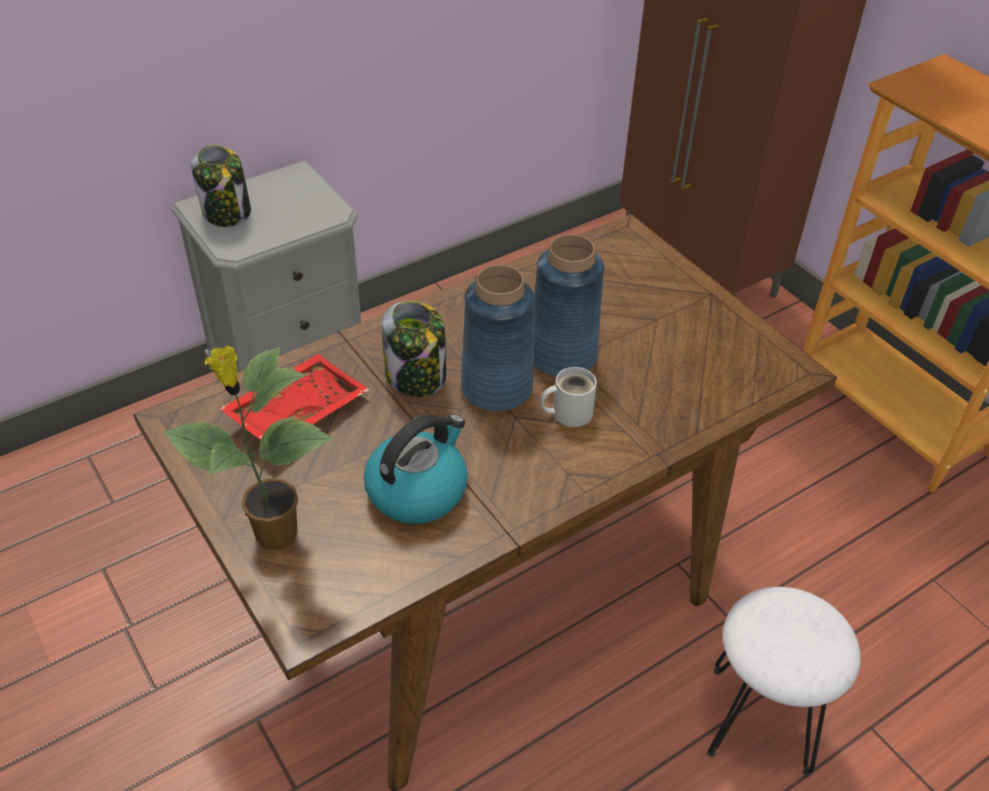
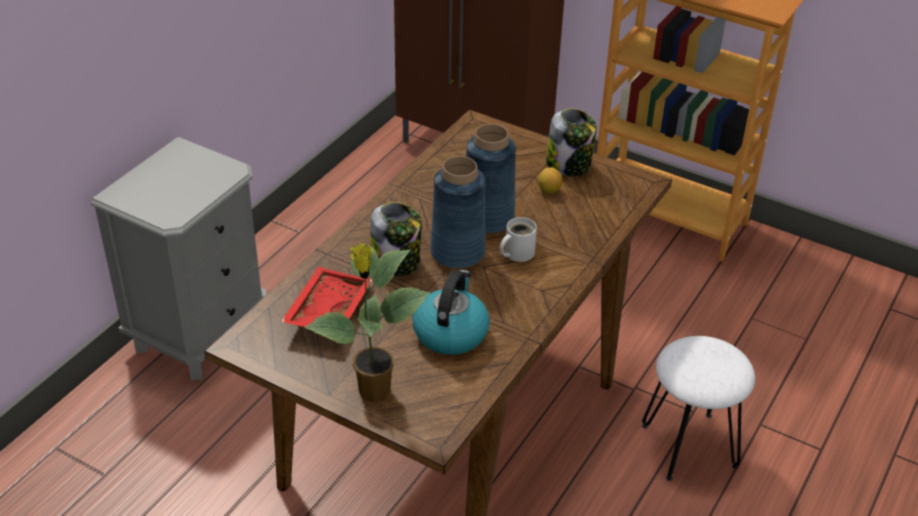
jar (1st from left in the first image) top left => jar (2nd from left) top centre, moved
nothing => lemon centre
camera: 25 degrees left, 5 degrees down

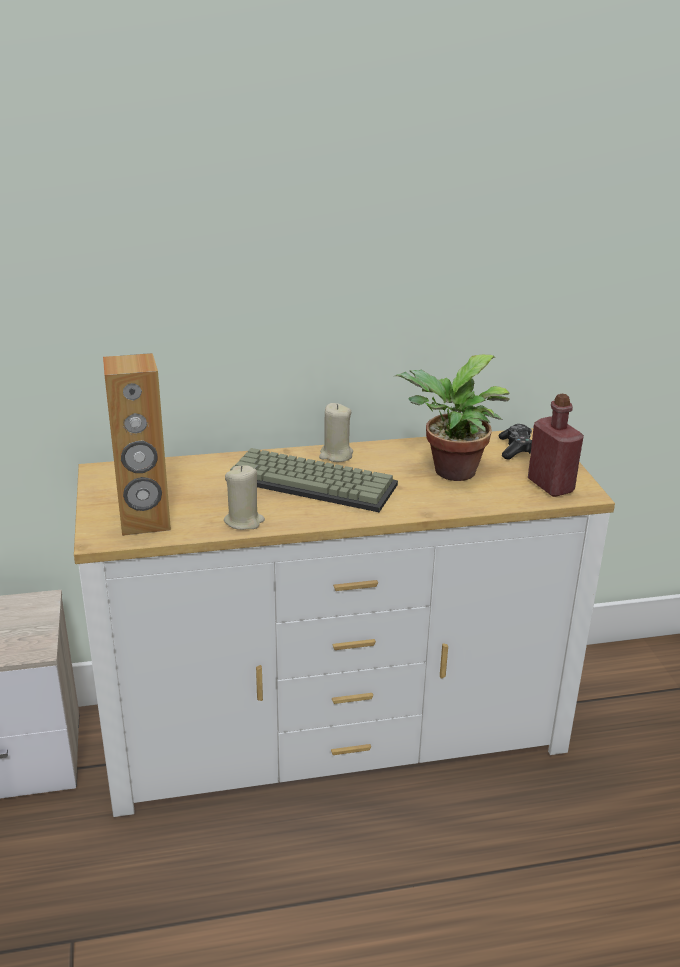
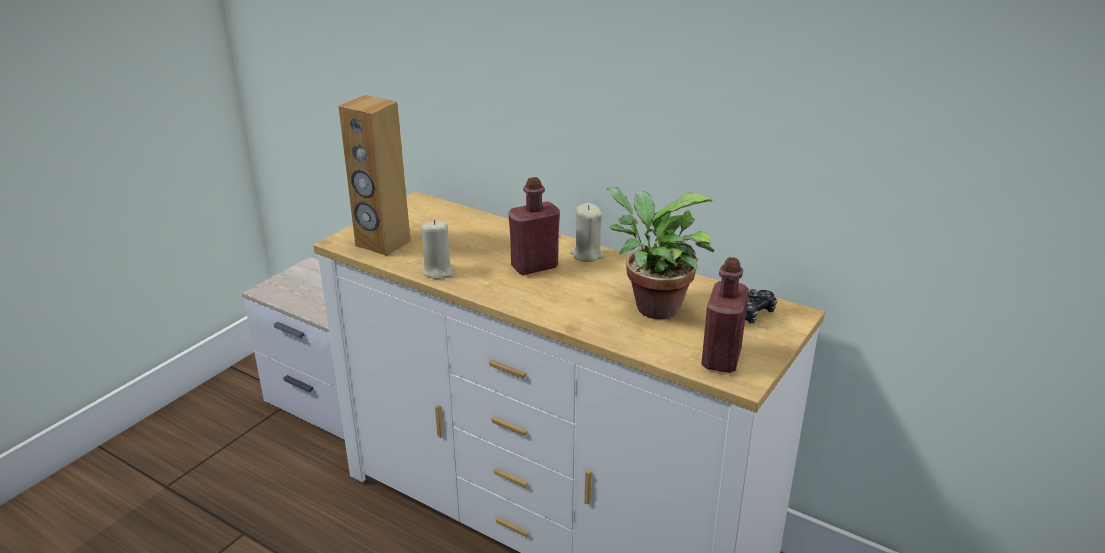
keyboard centre => bottle (red) (1st from left) centre
camera: 45 degrees right, 0 degrees up

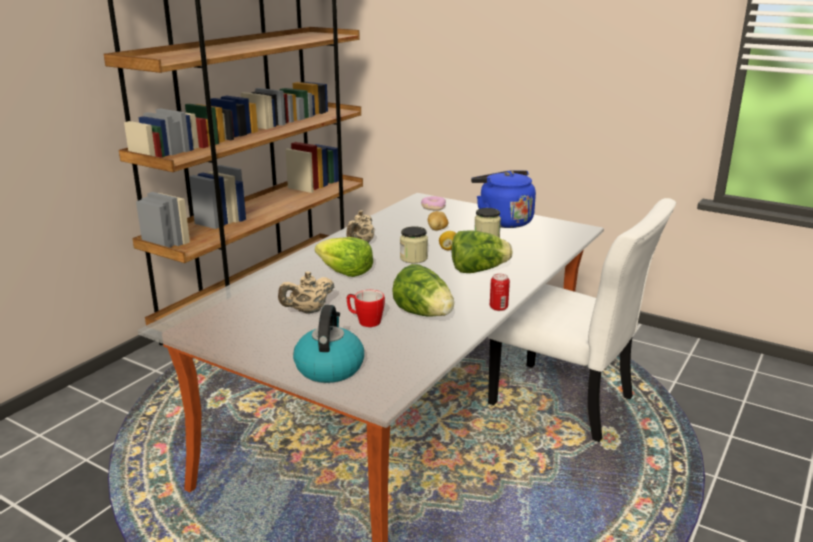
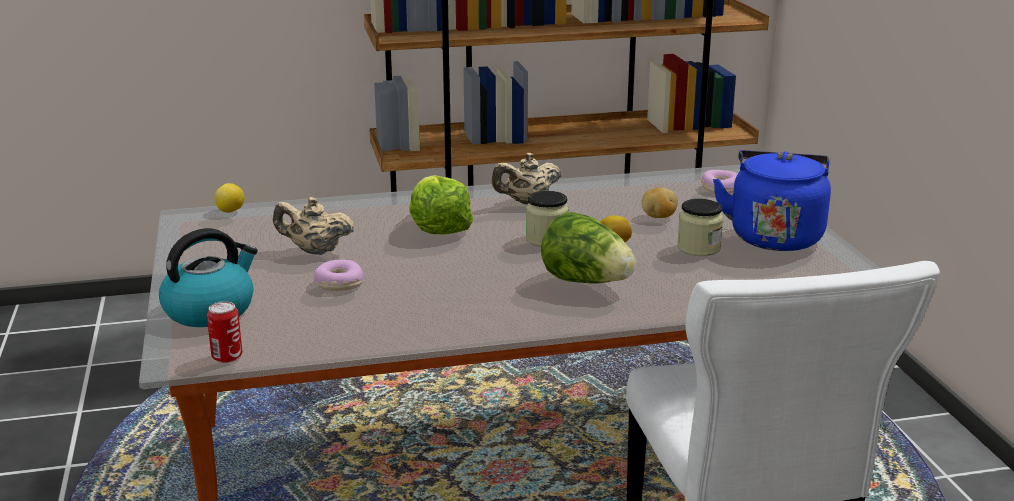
mug centre => donut (1st from left) centre
lettuce (2nd from left) centre => nothing
can centre => can middle left, moved
nothing => lemon (1st from left) middle left
camera: 45 degrees right, 0 degrees up

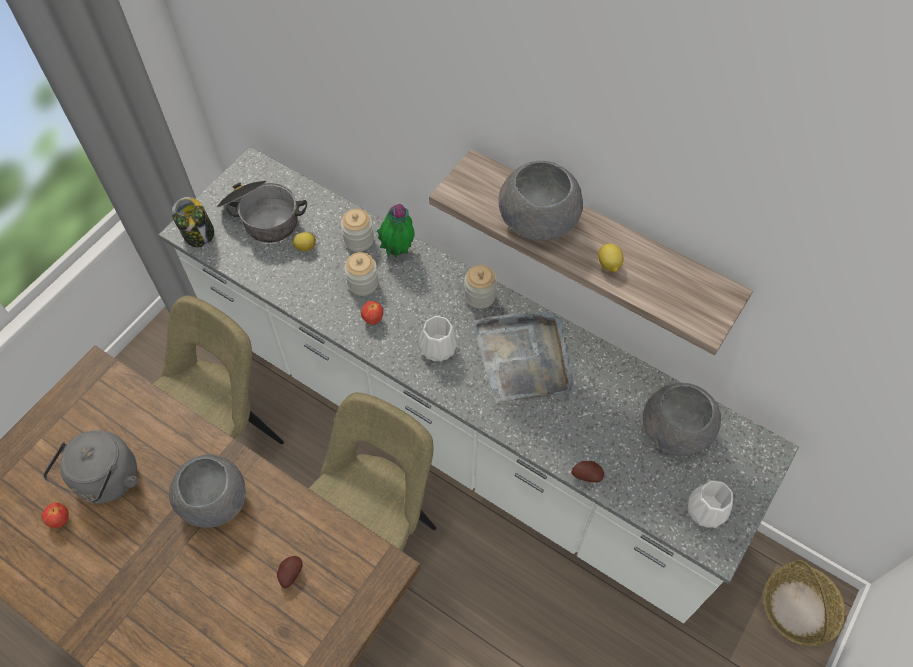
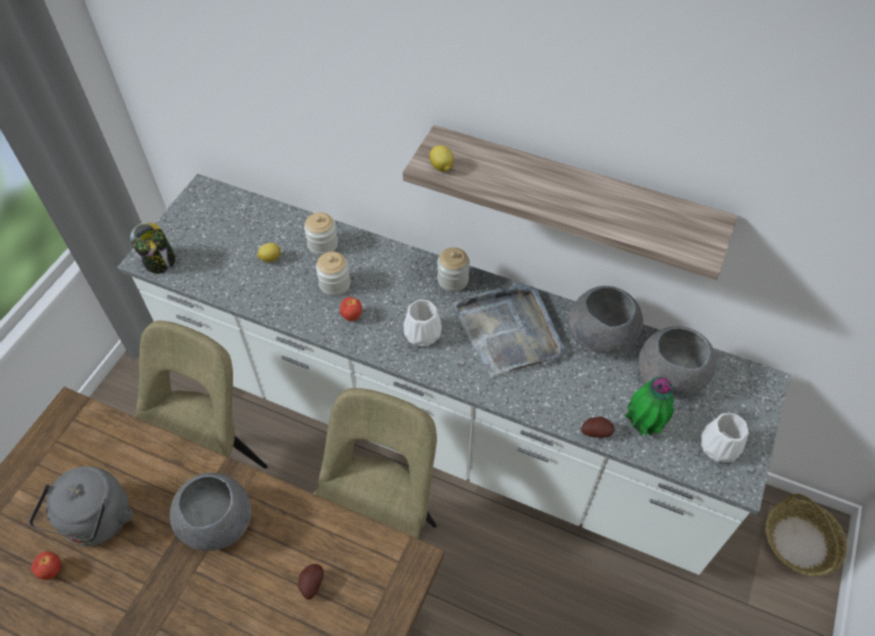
cooking pot top left => nothing
potted plant centre => potted plant middle right, moved
bowl (grey) (2nd from left) top centre => bowl (grey) (2nd from left) middle right, moved
lemon (2nd from left) middle right => lemon (2nd from left) top centre, moved
camera: 10 degrees left, 5 degrees down

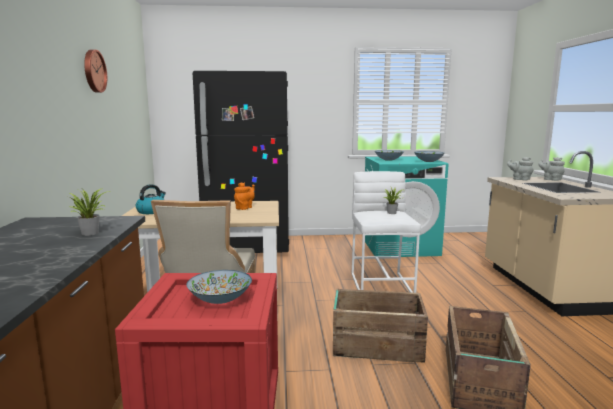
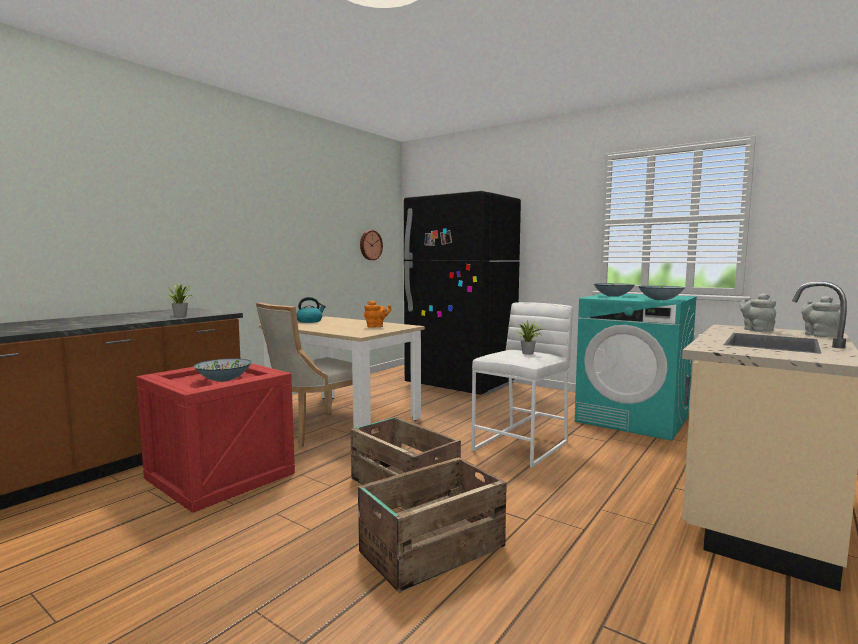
wall clock top left => wall clock centre, moved
camera: 40 degrees right, 5 degrees down

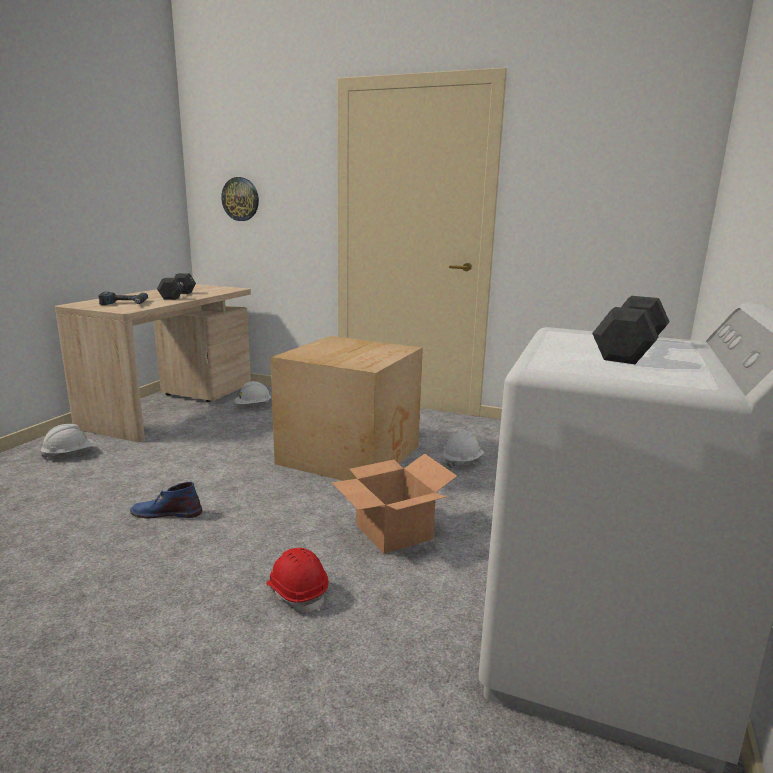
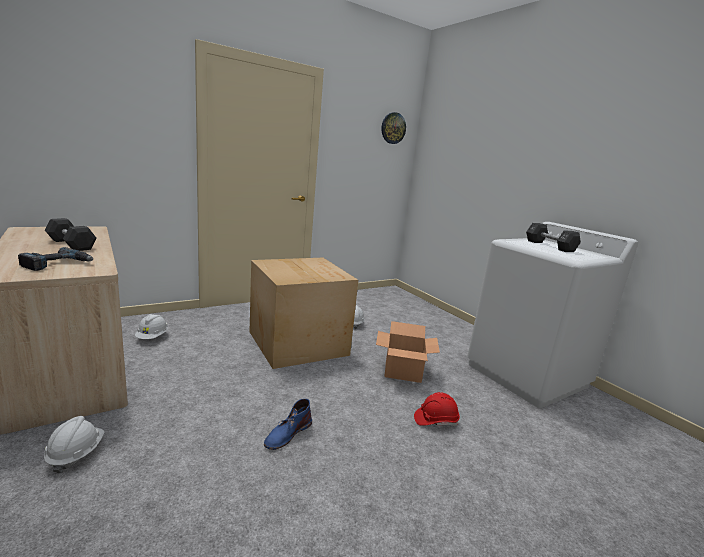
wall clock top left => wall clock top centre, moved
camera: 55 degrees left, 0 degrees up

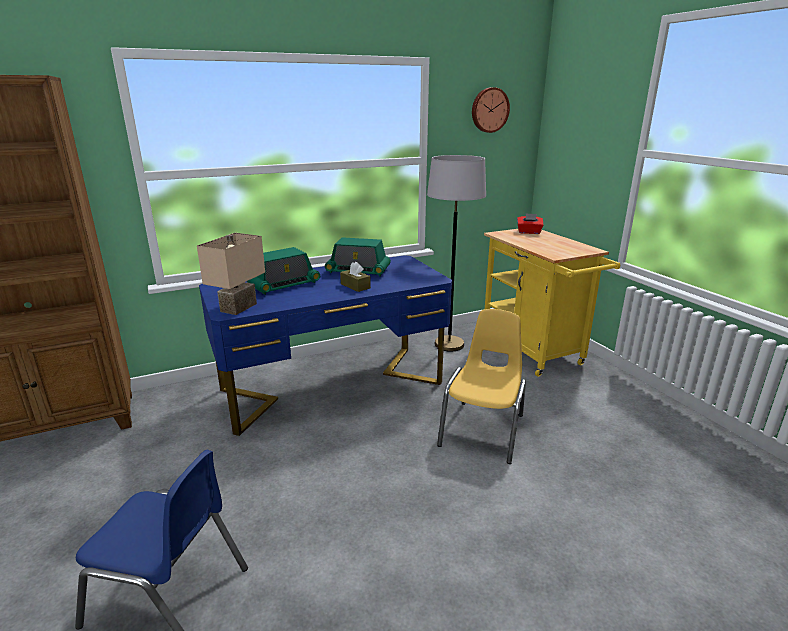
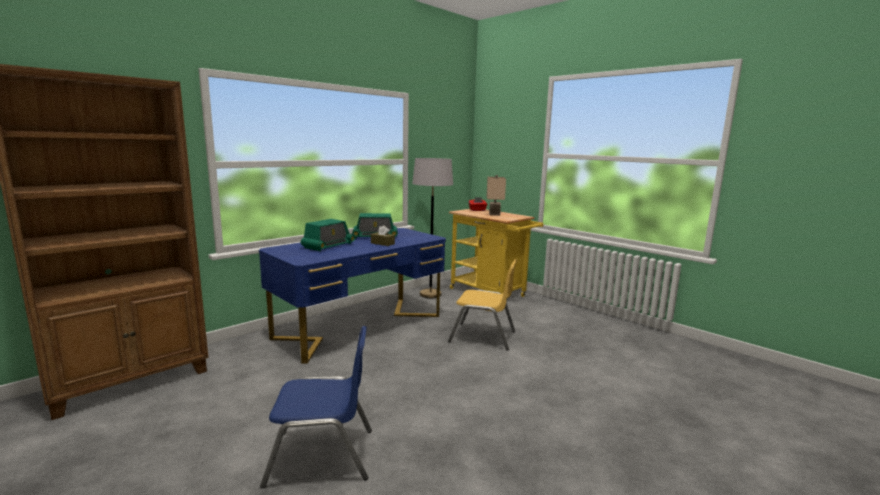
table lamp (beige) middle left => table lamp (beige) centre, moved
chair (yellow) centre, 105 degrees clockwise
wall clock top centre => nothing
camera: 20 degrees left, 10 degrees down

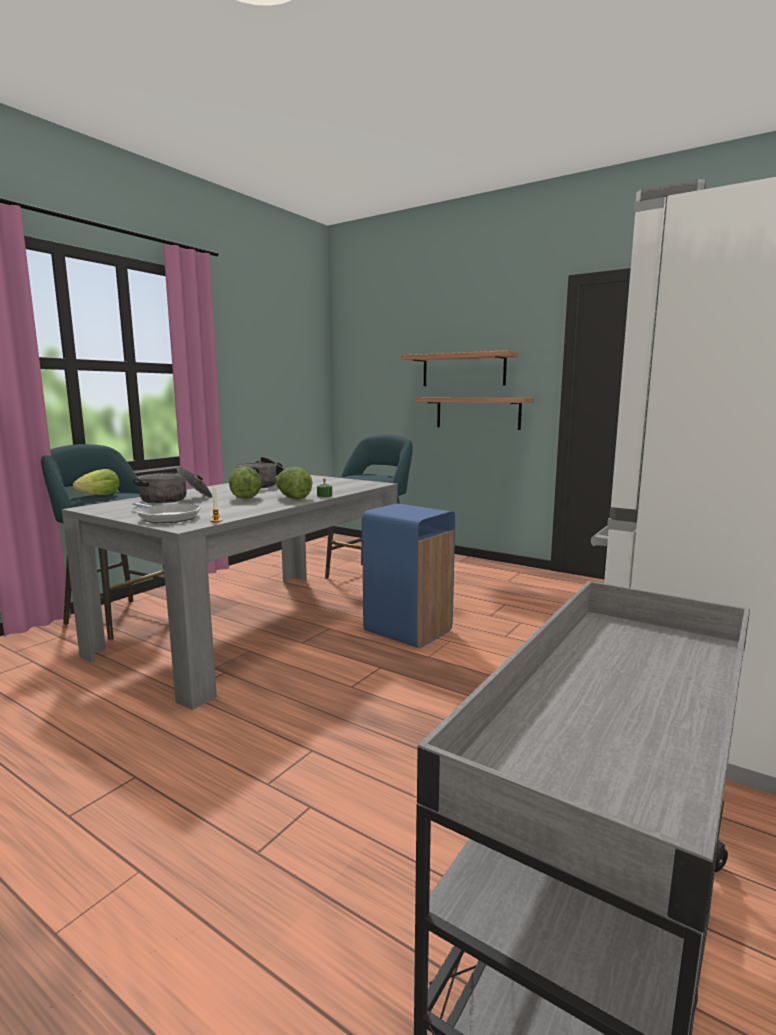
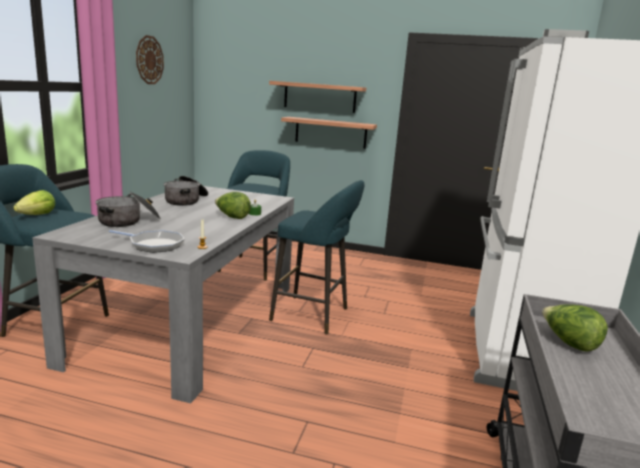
lettuce (2nd from left in the first image) middle left => lettuce (3rd from left) bottom right, moved
trash can (blue) centre => stool (turquoise) (3rd from left) centre
nothing => wall clock top left
camera: 20 degrees left, 5 degrees up

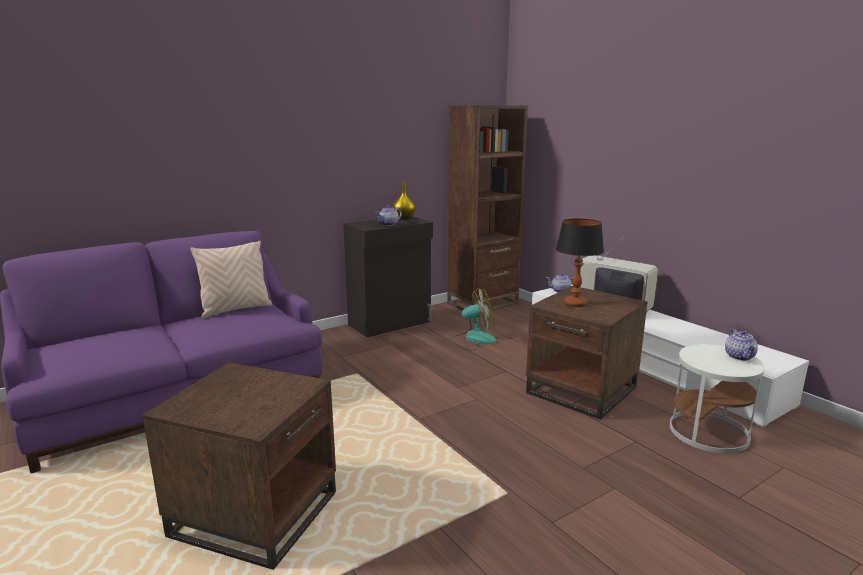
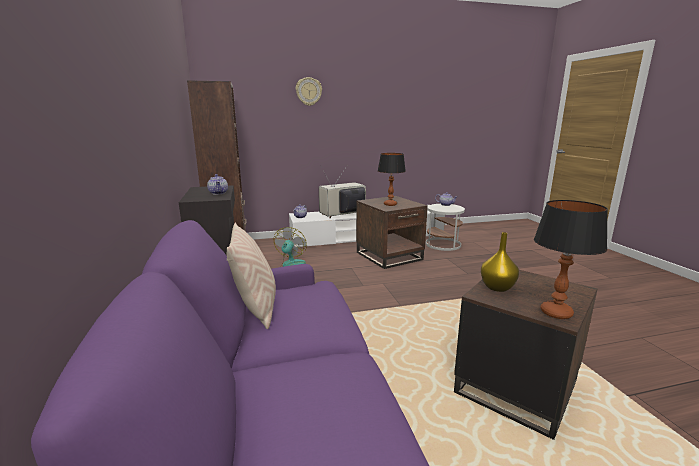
vase (yellow) centre => vase (yellow) middle right, moved
nothing => wall clock top centre
nothing => table lamp (2nd from left) middle right
camera: 70 degrees left, 0 degrees up

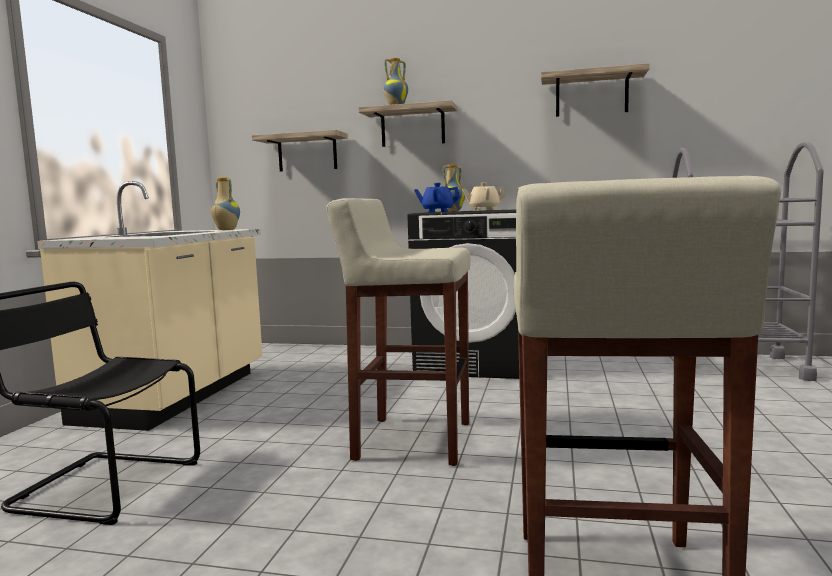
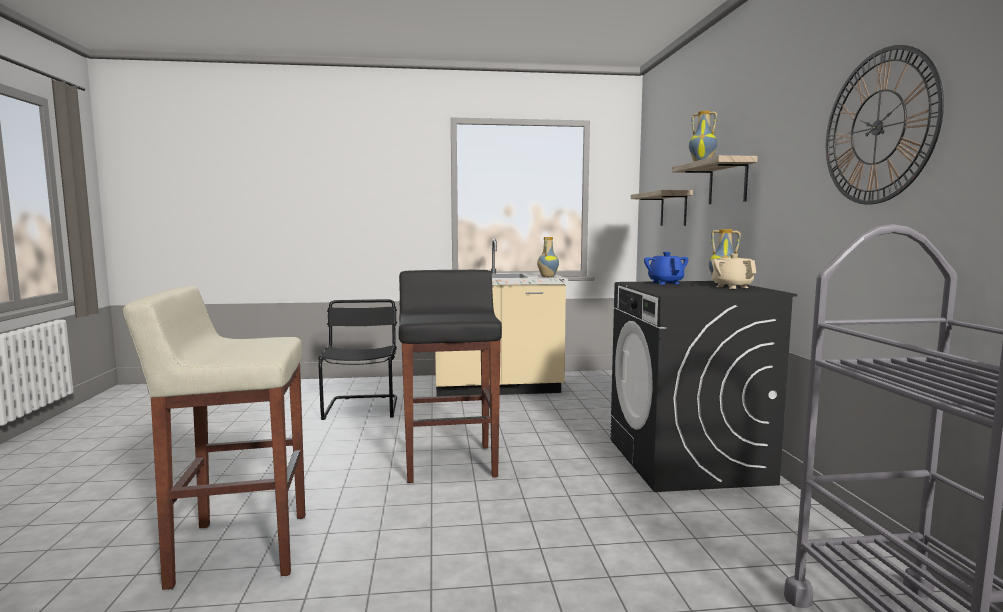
stool (beige) (1st from left) centre => stool (black) centre
shelf (3rd from left) top right => wall clock top right
camera: 70 degrees right, 0 degrees up

